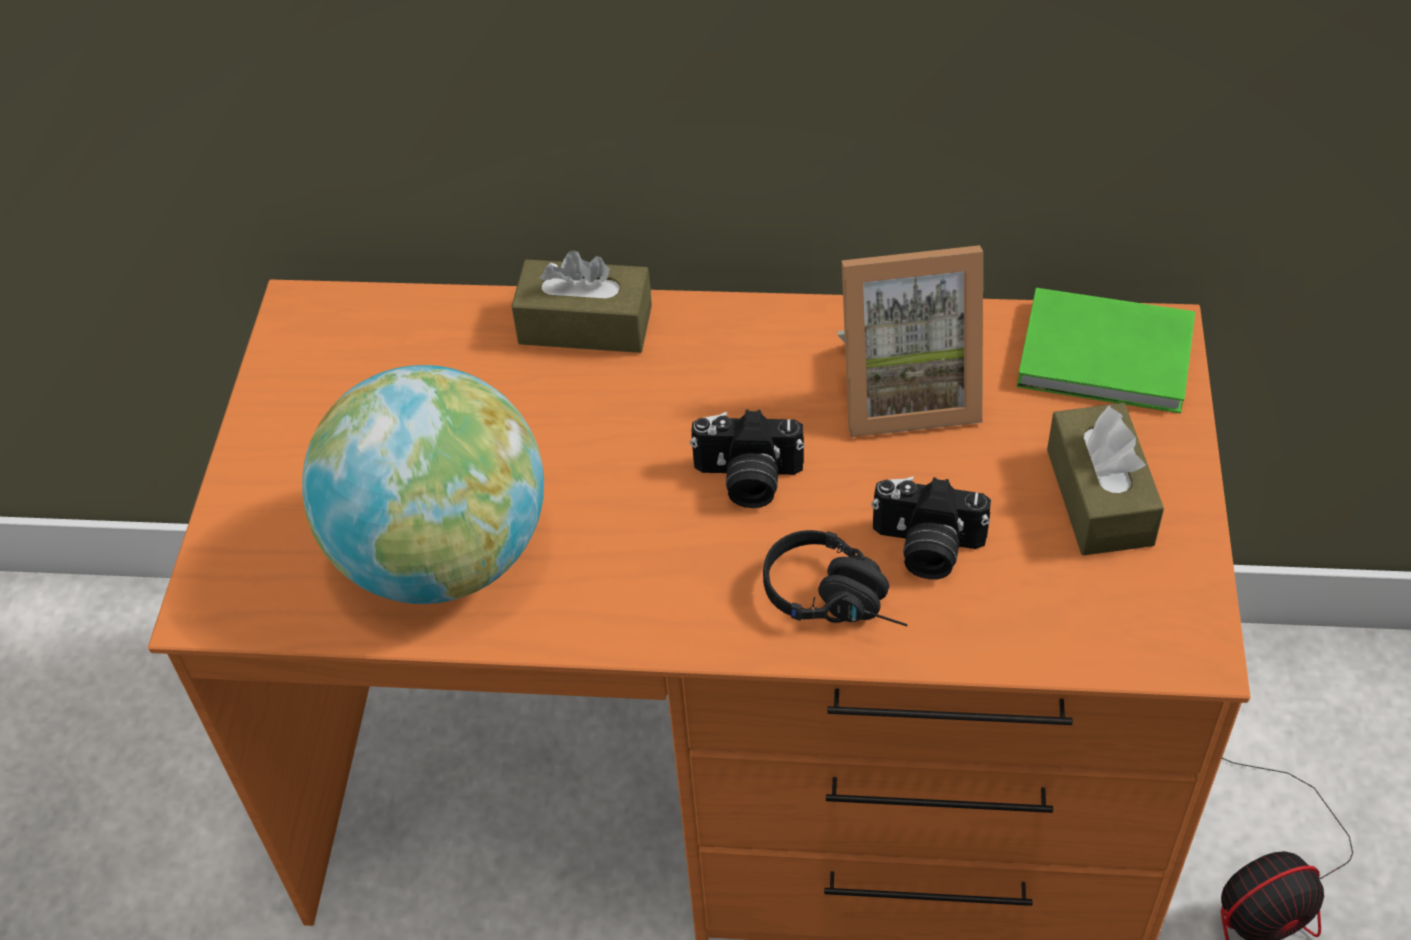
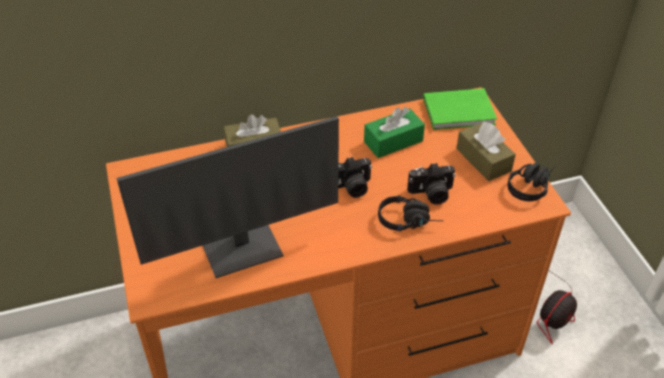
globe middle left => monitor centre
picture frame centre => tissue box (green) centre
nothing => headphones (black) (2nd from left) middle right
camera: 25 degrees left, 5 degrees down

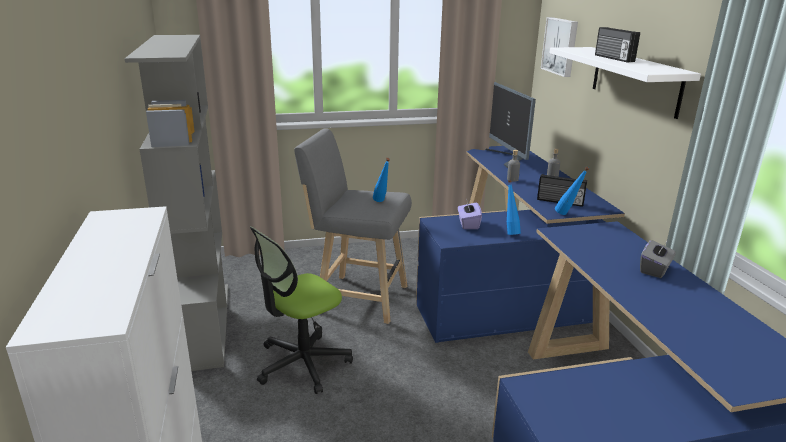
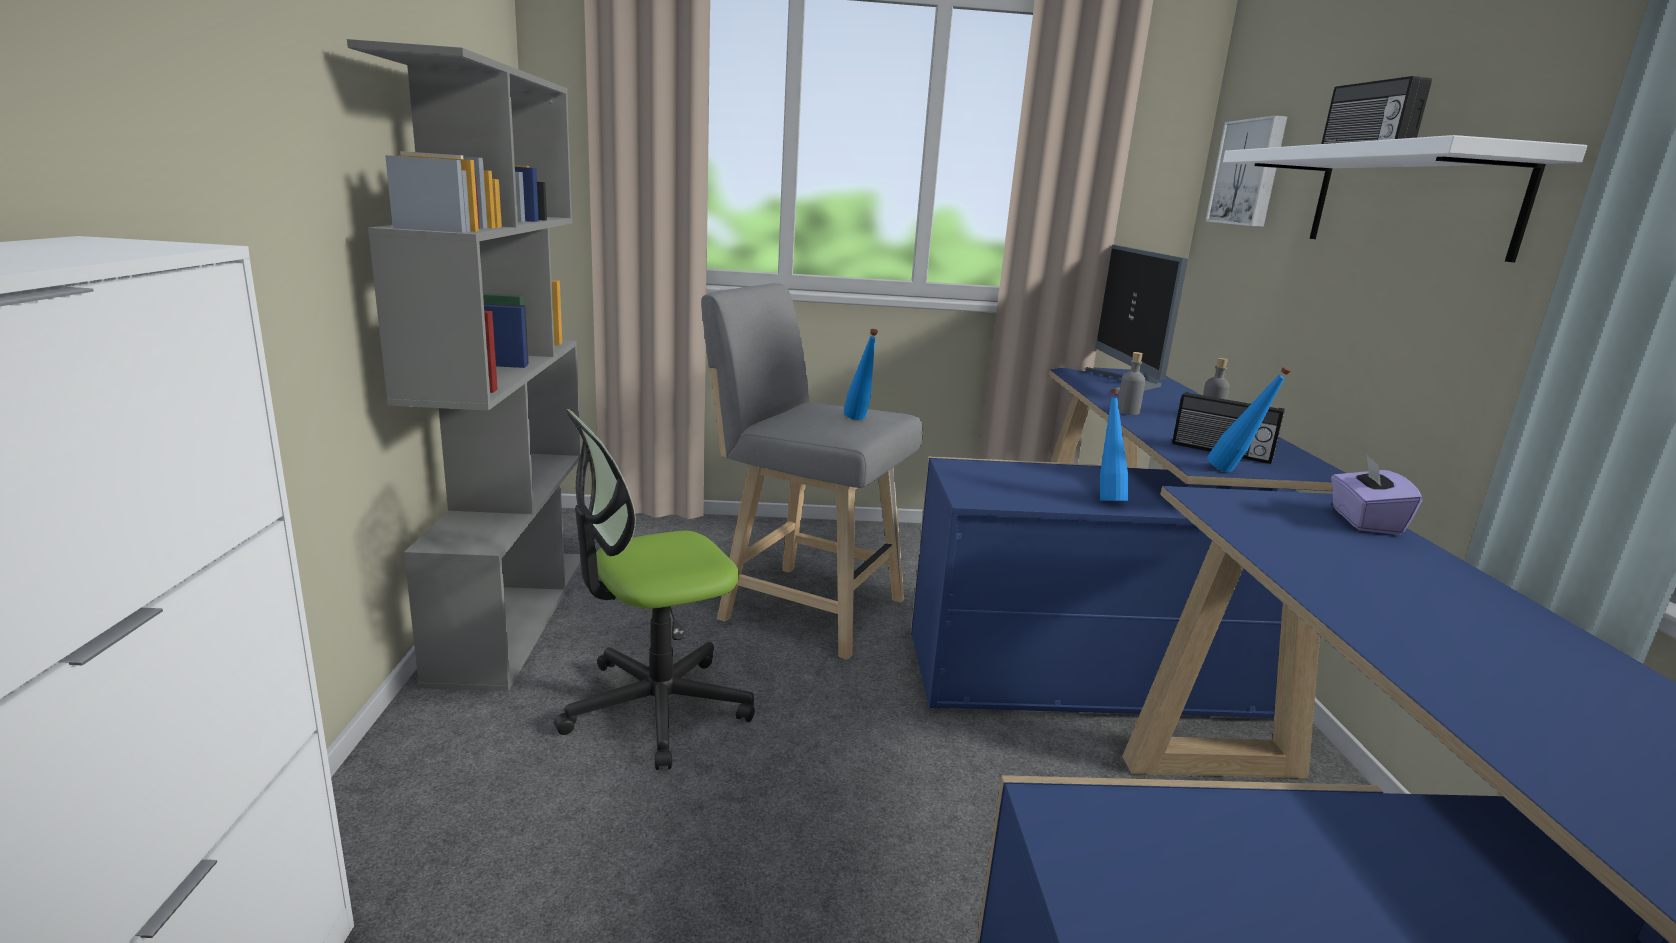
tissue box (purple) centre => tissue box (purple) middle right, moved
tissue box (grey) middle right => nothing
camera: 10 degrees right, 5 degrees down

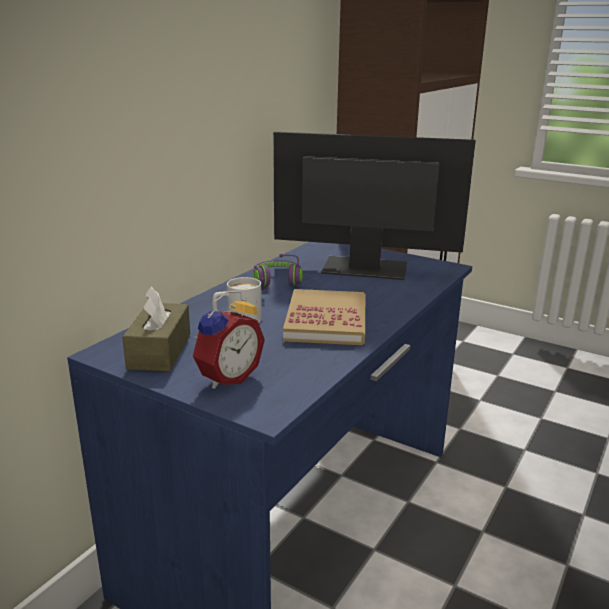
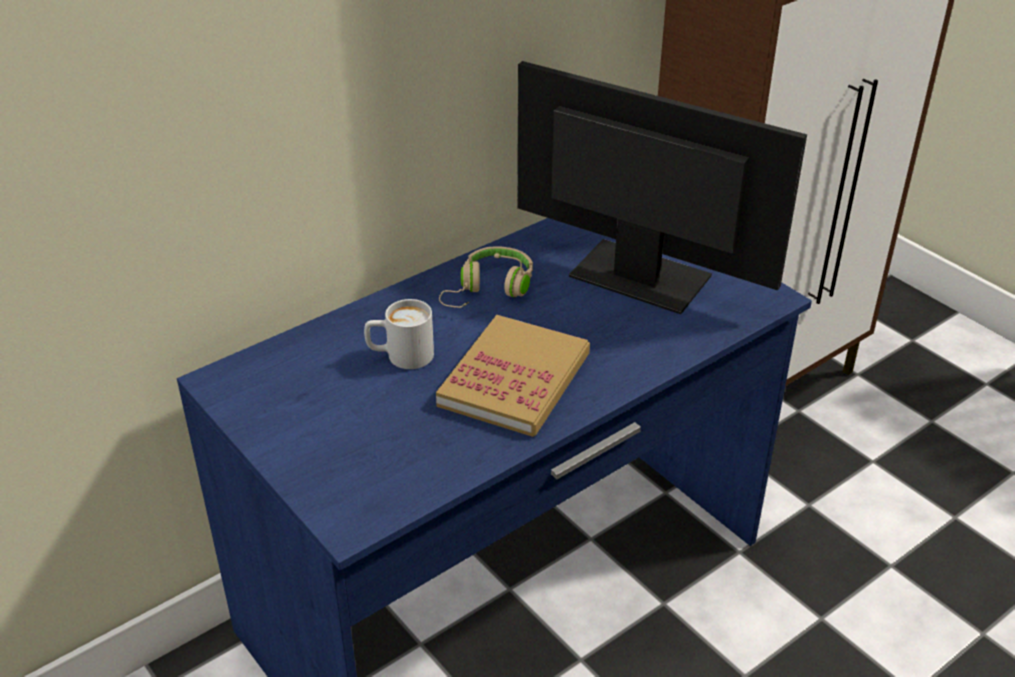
tissue box (brown) middle left => nothing
alarm clock centre => nothing
headphones (purple) centre => headphones (beige) centre
camera: 20 degrees right, 15 degrees up

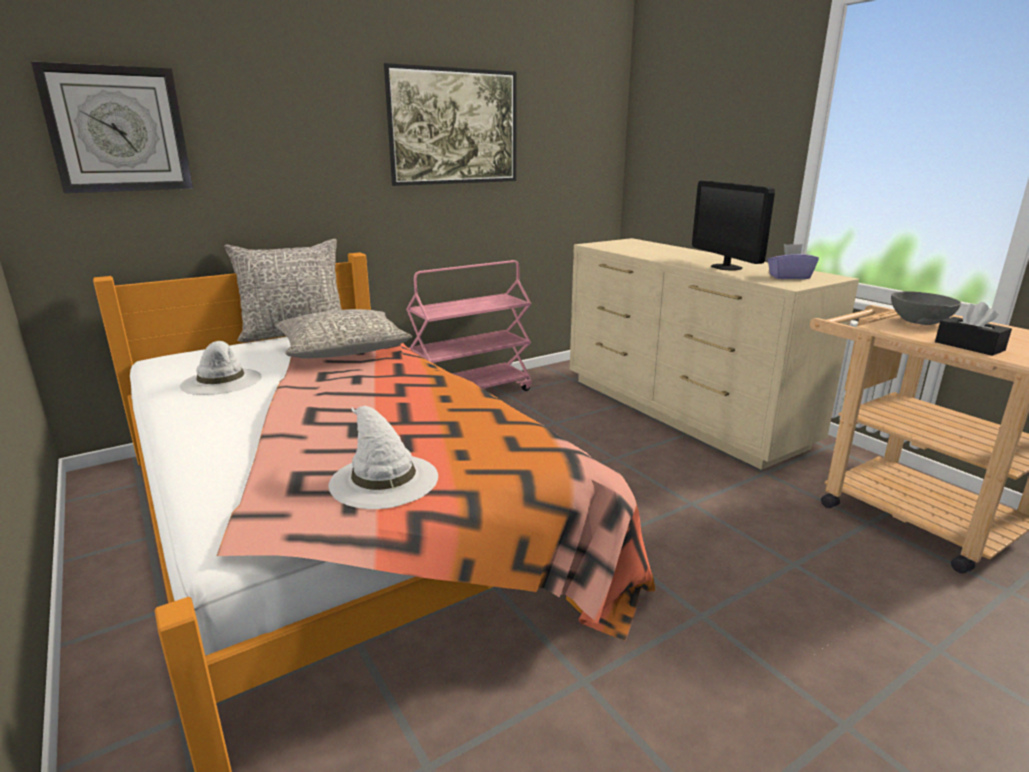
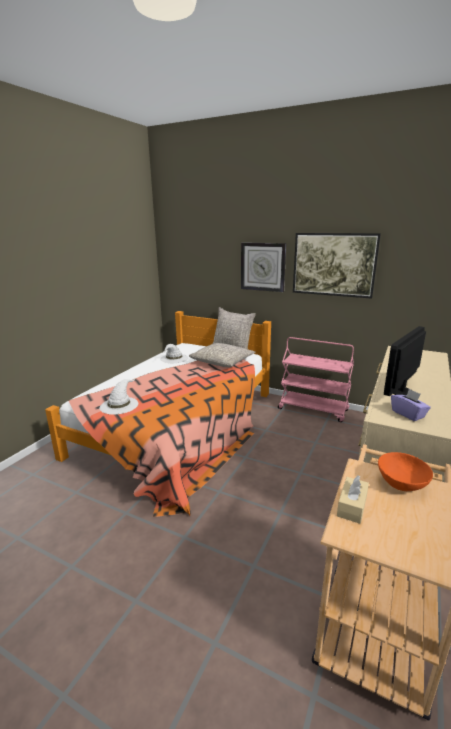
wall clock top left => wall clock centre, moved
bowl (grey) middle right => bowl (orange) middle right
tissue box (black) middle right => tissue box (beige) bottom right
camera: 60 degrees right, 0 degrees up

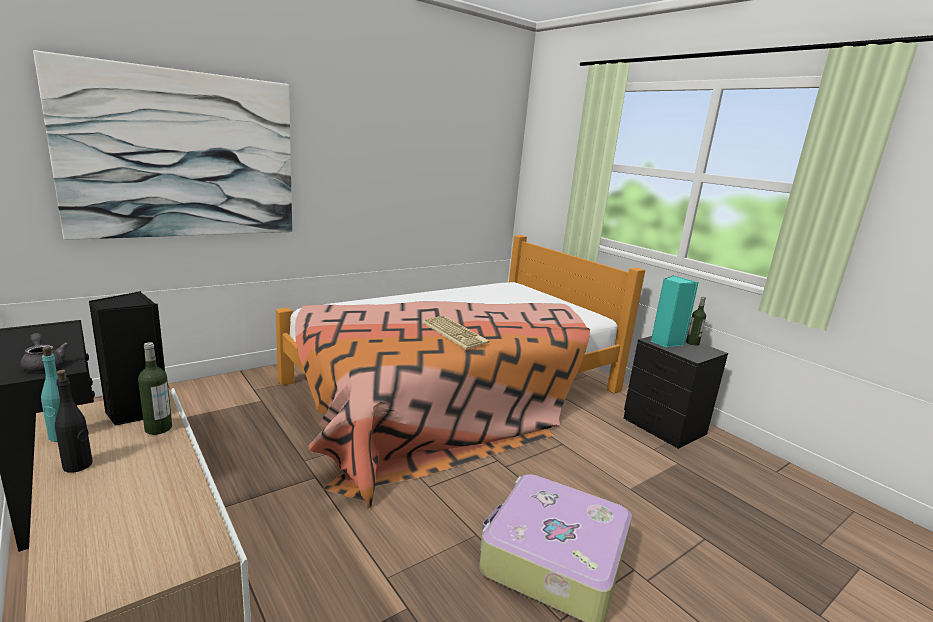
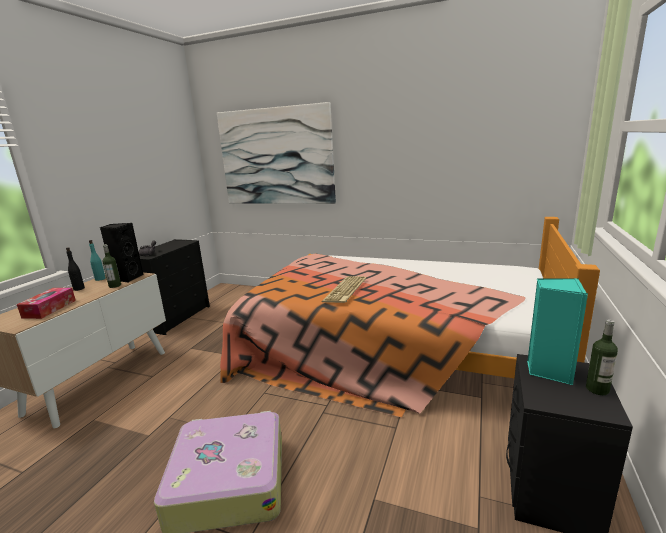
nothing => tissue box middle left
camera: 60 degrees right, 0 degrees up

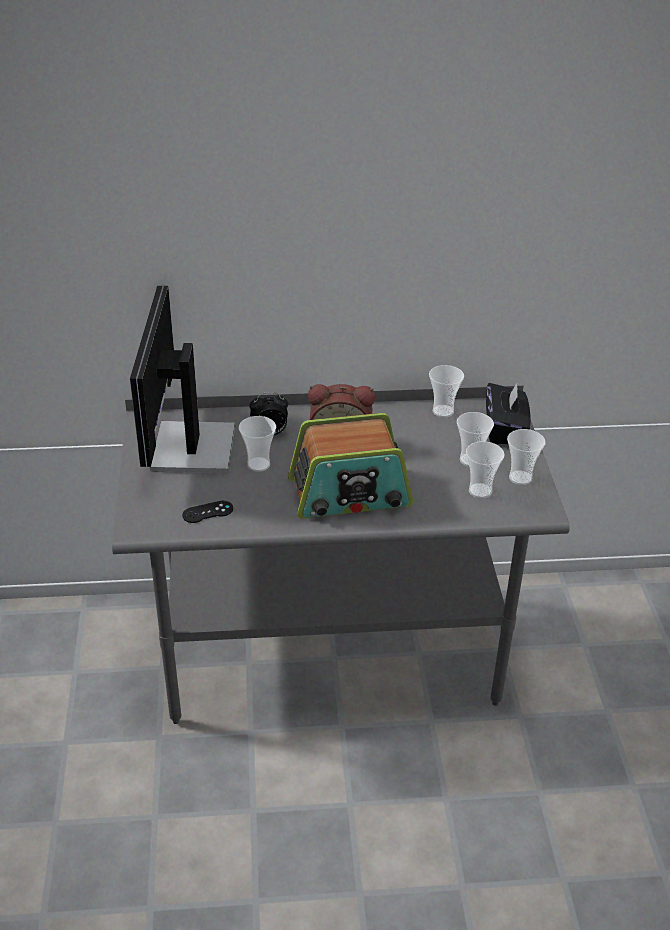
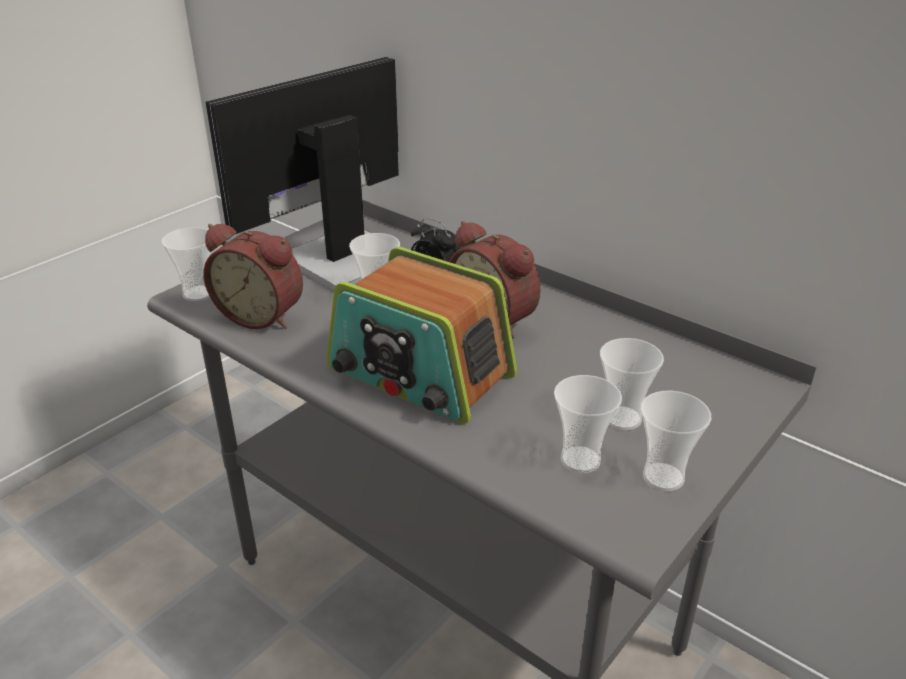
game controller (black) middle left => alarm clock (1st from left) middle left
cup (2nd from left in the first image) centre => cup (1st from left) middle left, moved
tissue box (black) middle right => nothing
camera: 45 degrees right, 5 degrees down

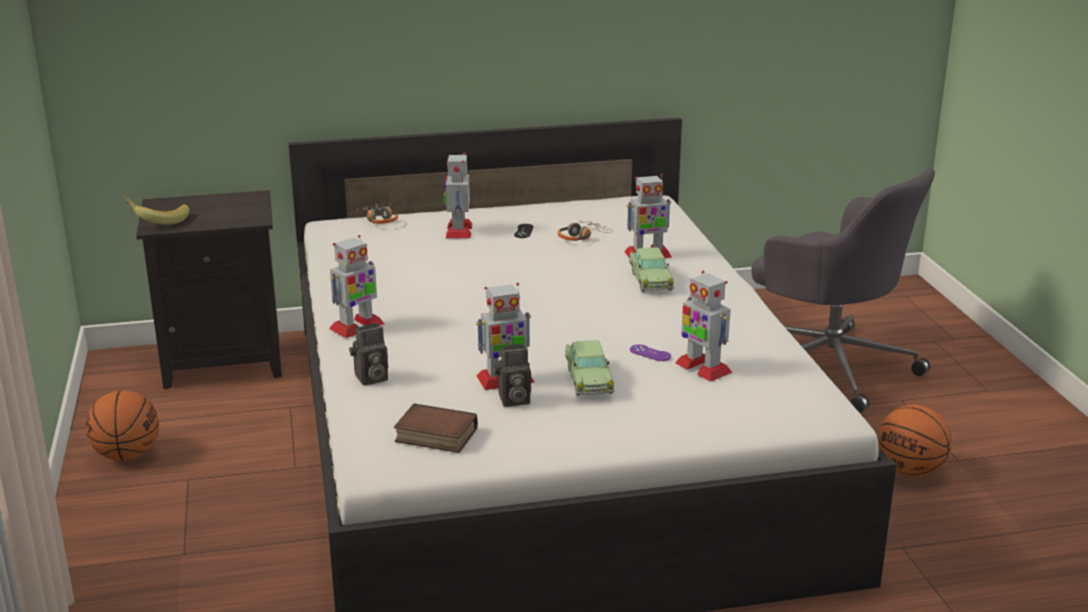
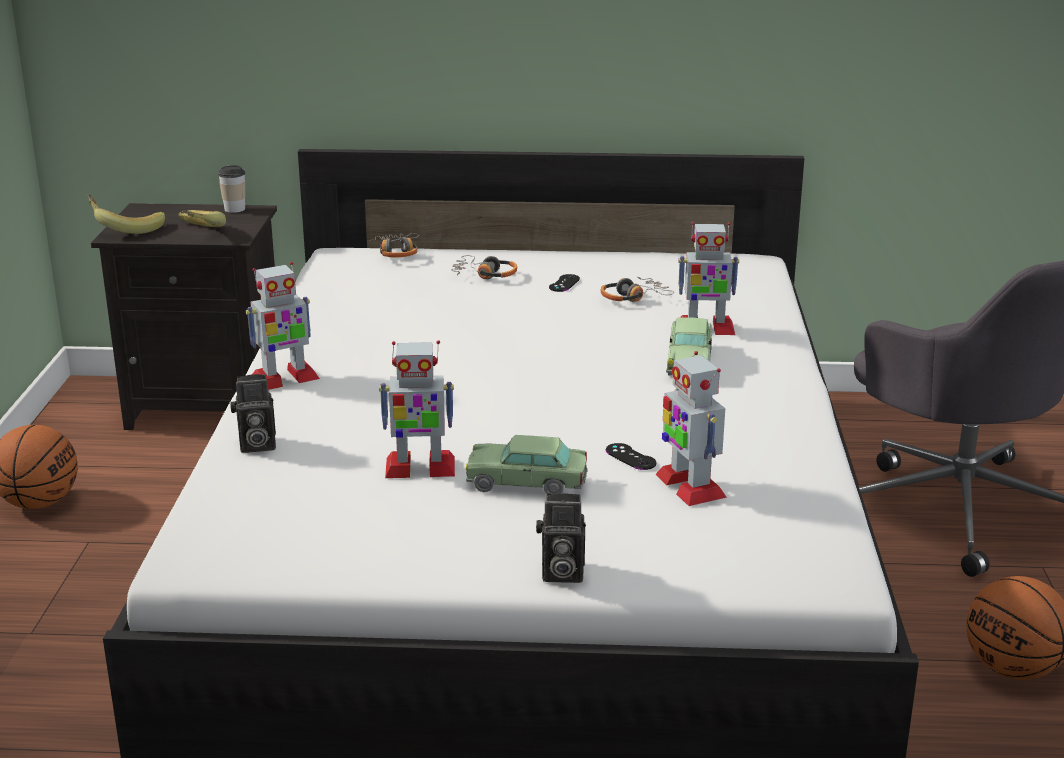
book bottom centre => nothing
toy robot (2nd from left) top centre => headphones (2nd from left) centre
photo camera (2nd from left) centre => photo camera (2nd from left) bottom centre, moved
toy car (1st from left) centre, 90 degrees clockwise
game controller (purple) centre => game controller (black) (2nd from left) centre
nothing => banana (2nd from left) top left
nothing => cup top left
camera: 15 degrees right, 0 degrees up

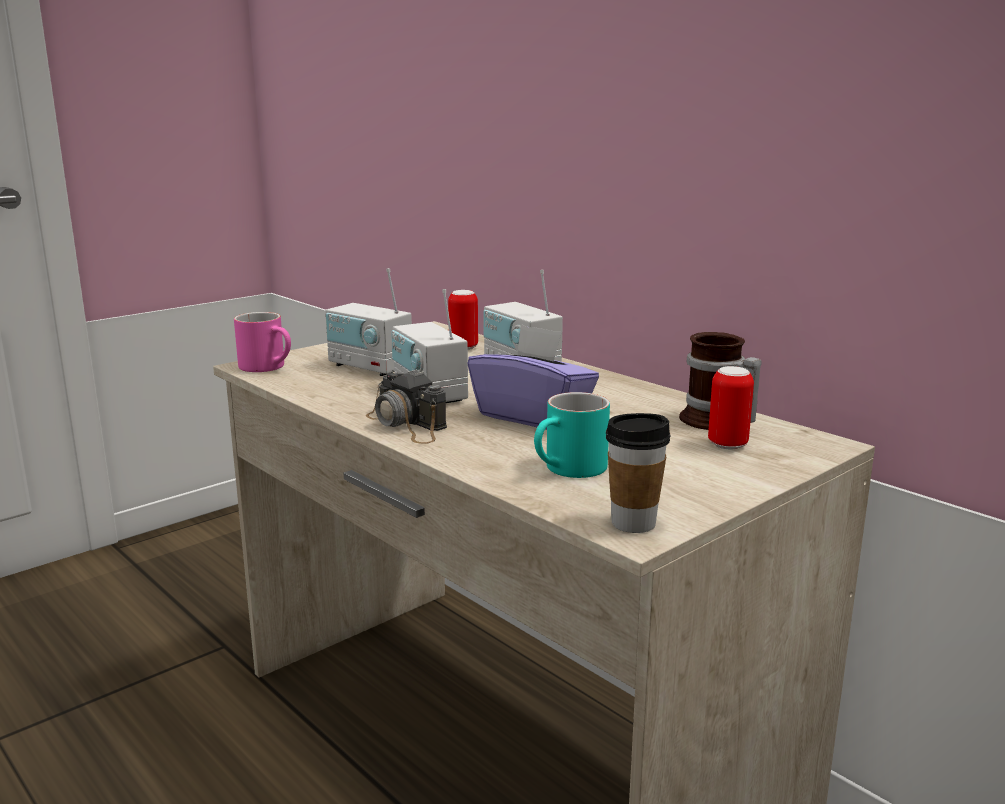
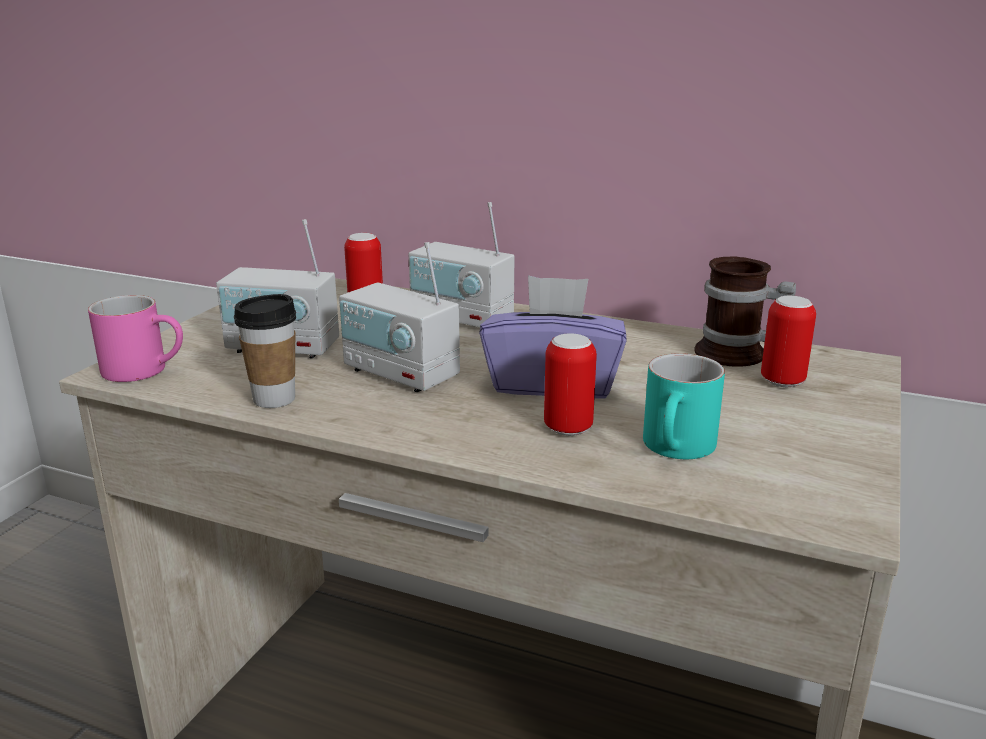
photo camera centre => nothing
cup centre => cup middle left, moved
nothing => can (2nd from left) centre
camera: 25 degrees left, 5 degrees up

